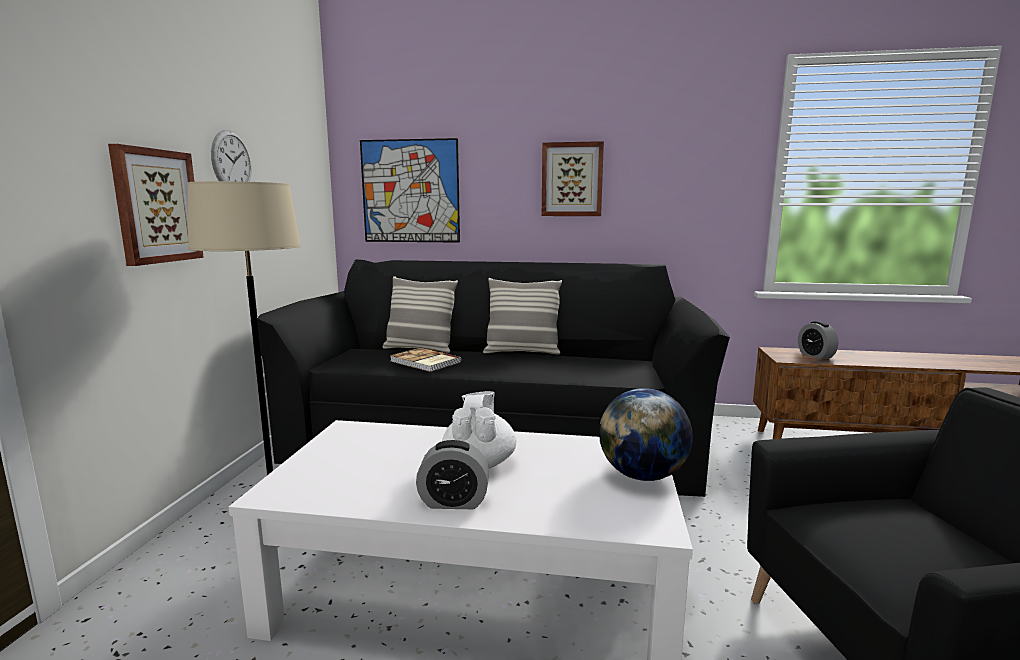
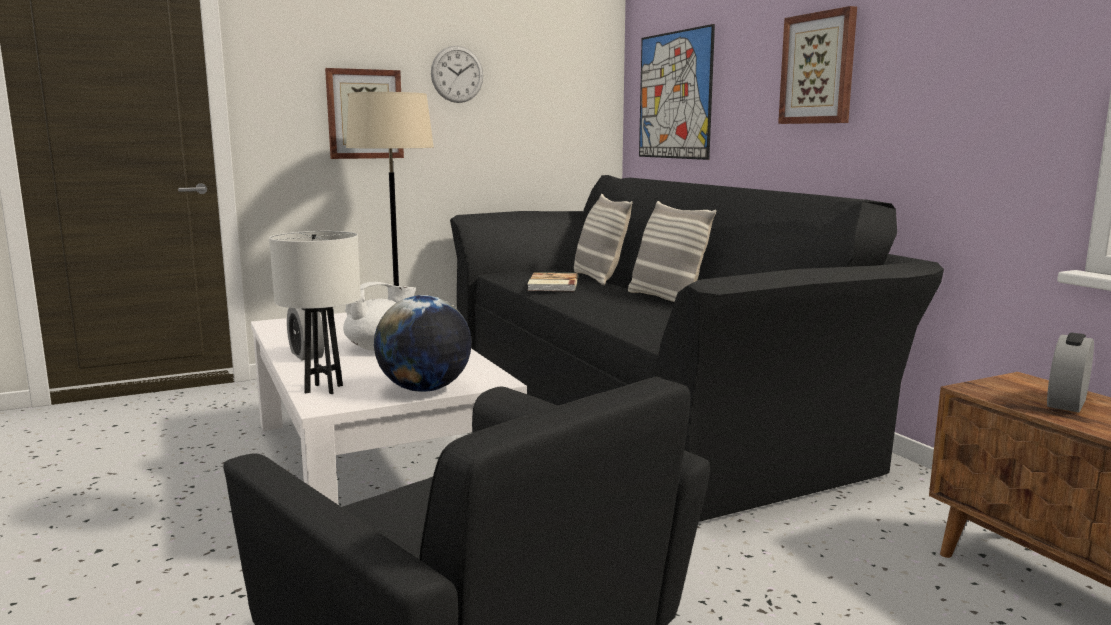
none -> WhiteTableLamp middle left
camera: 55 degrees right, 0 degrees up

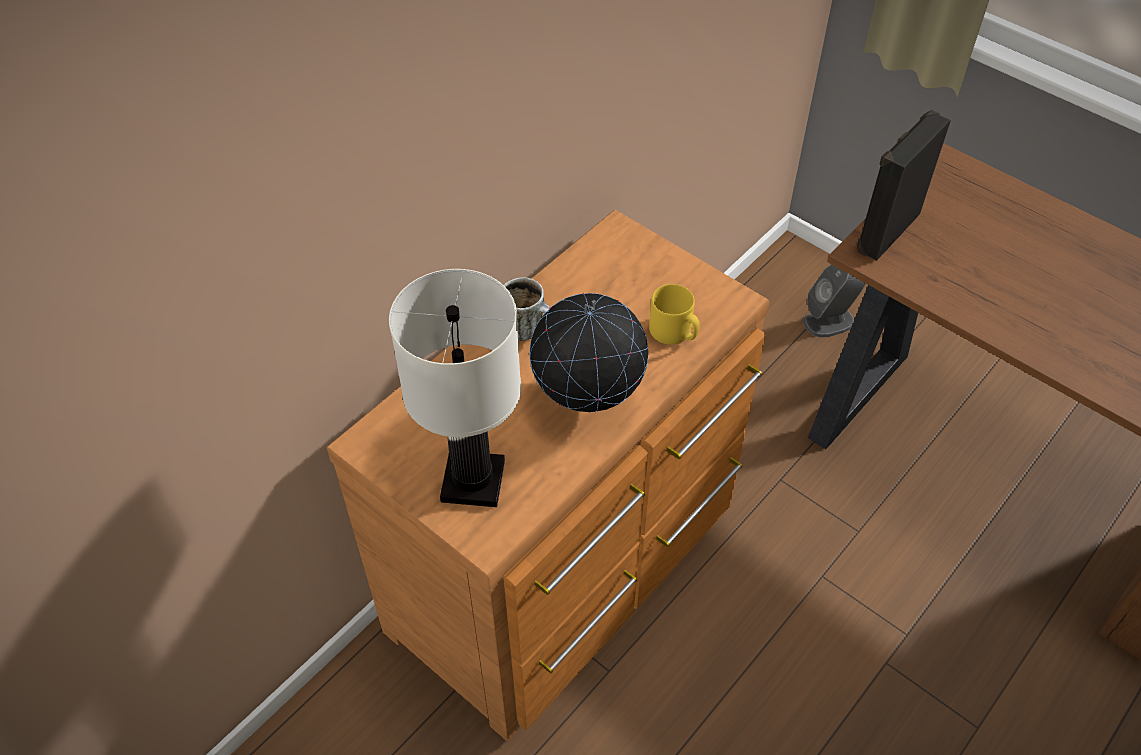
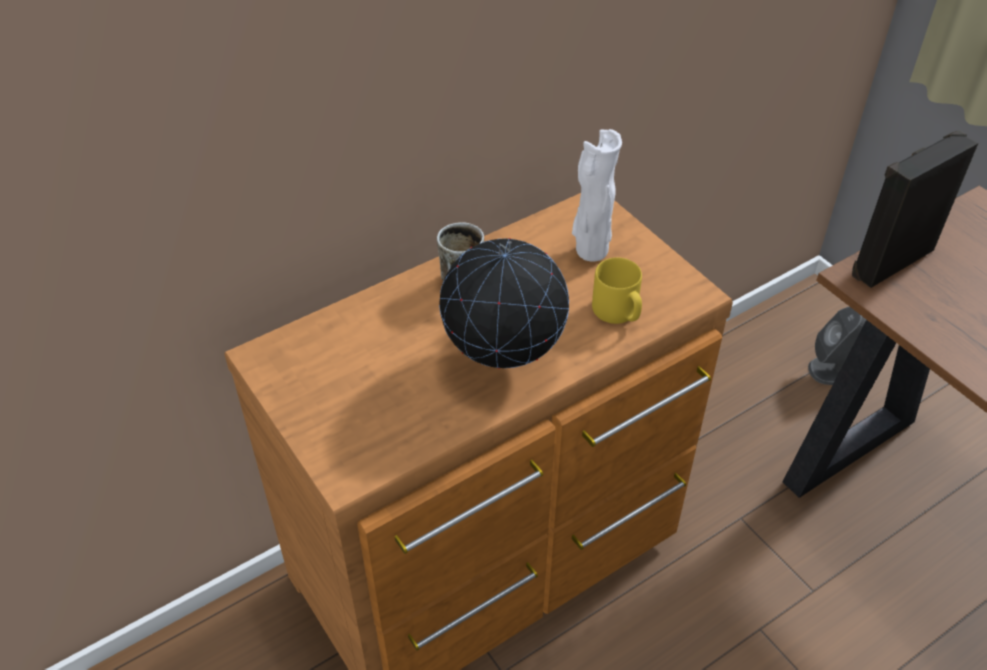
WhiteTableLamp centre -> none
none -> WhiteVase top centre
camera: 15 degrees right, 5 degrees down

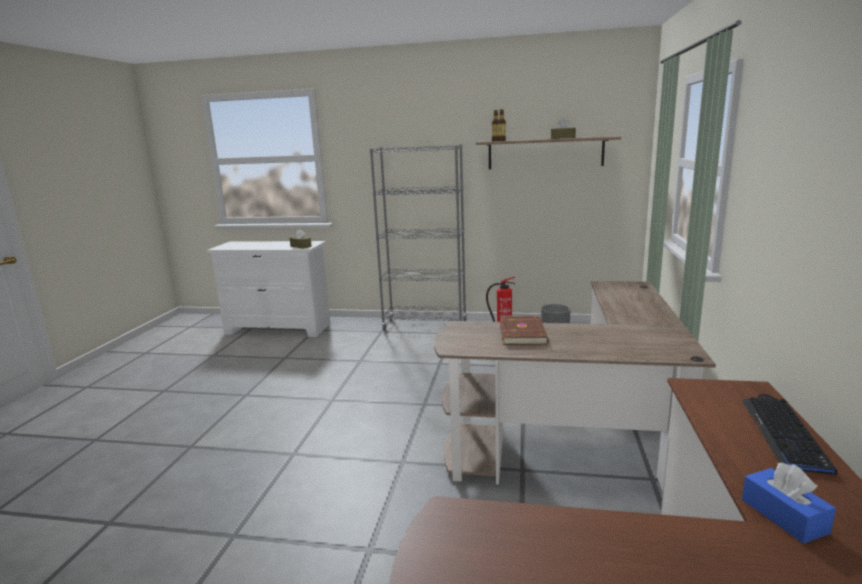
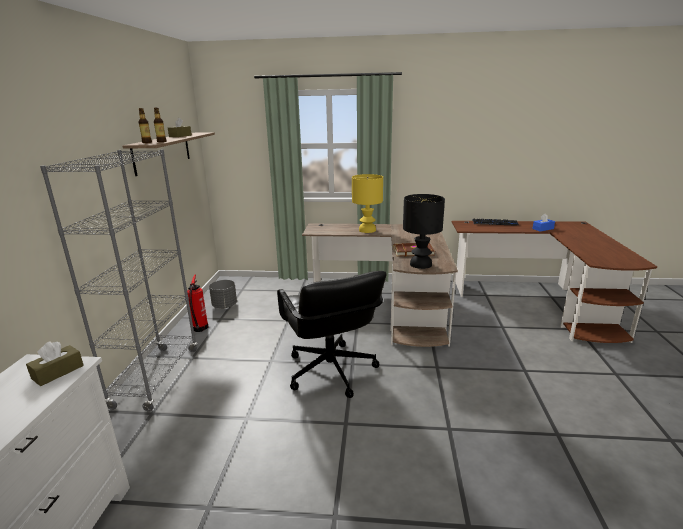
none -> BlackOfficeChair centre
none -> YellowTableLamp centre
none -> BlackTableLamp centre
camera: 95 degrees left, 5 degrees up

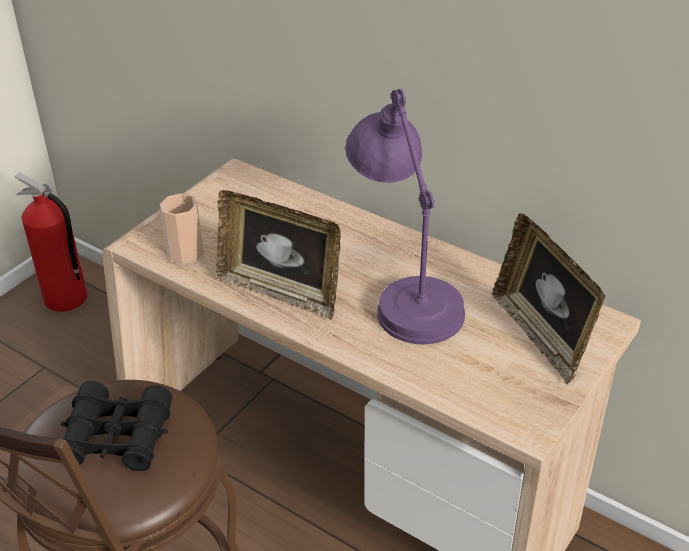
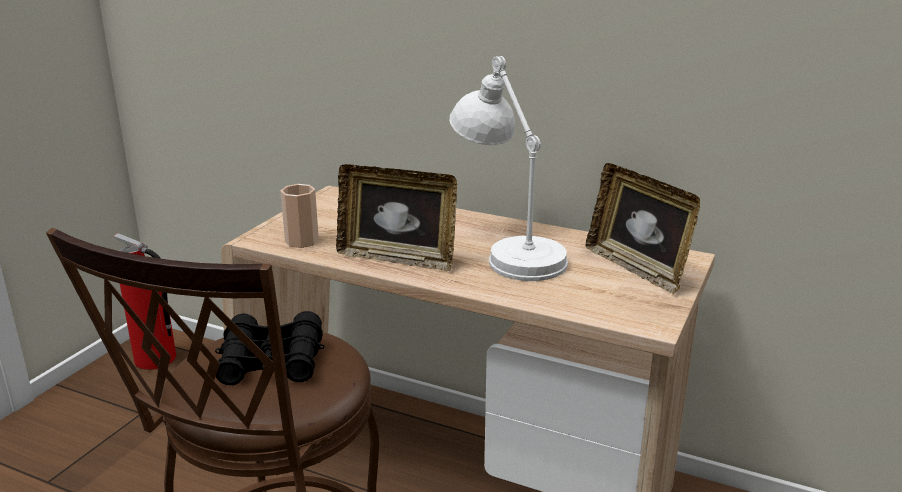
PurpleTableLamp centre -> WhiteTableLamp centre
camera: 10 degrees left, 15 degrees down

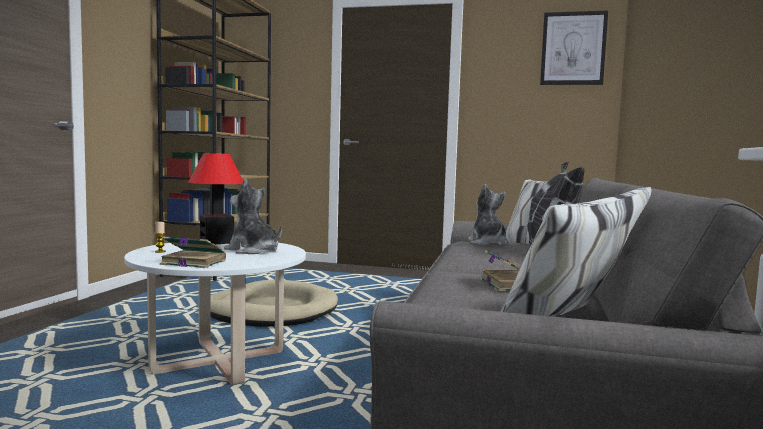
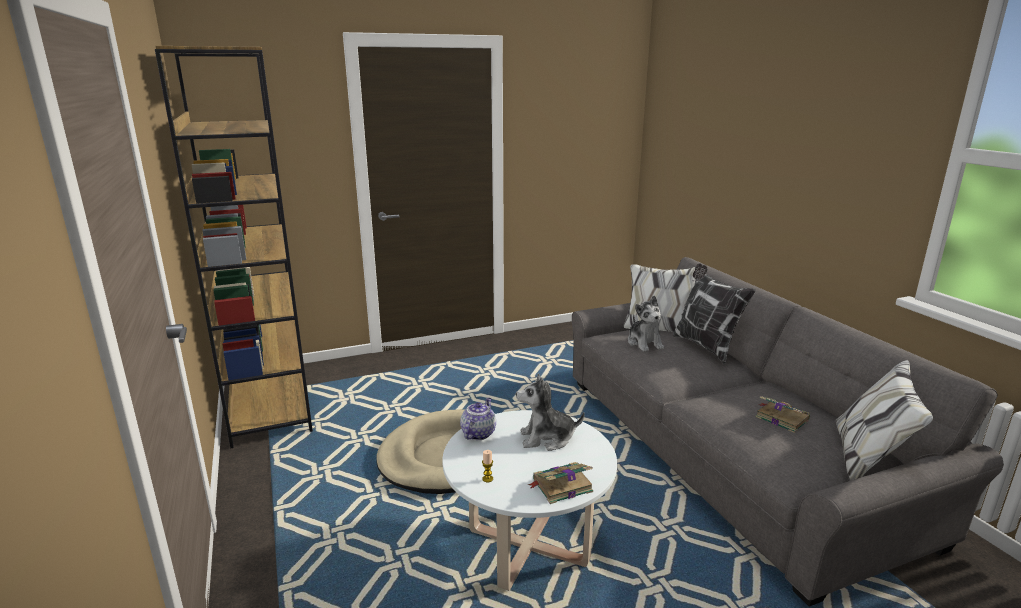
Picture top right -> none
TableLamp middle left -> Teapot bottom centre
PlushToy (no. 2 from left) centre, 150 degrees counterclockwise
camera: 35 degrees left, 15 degrees up

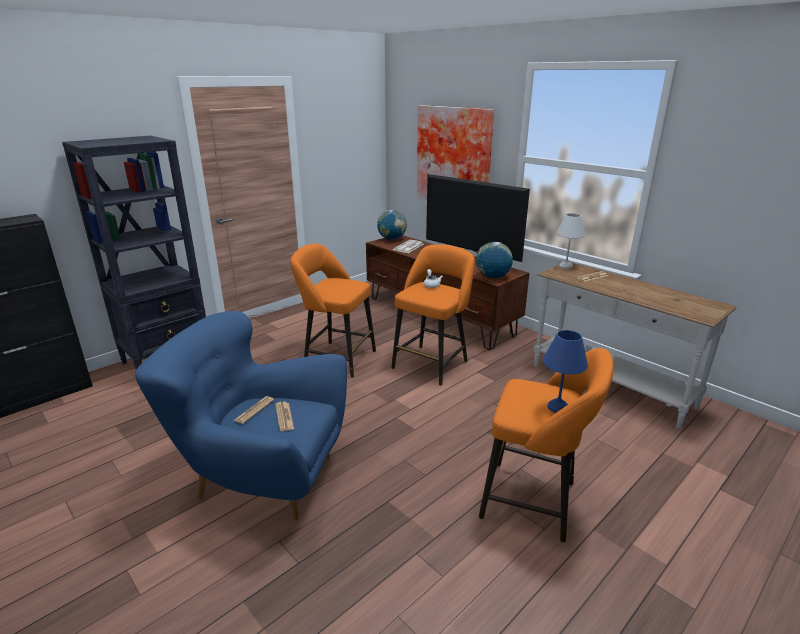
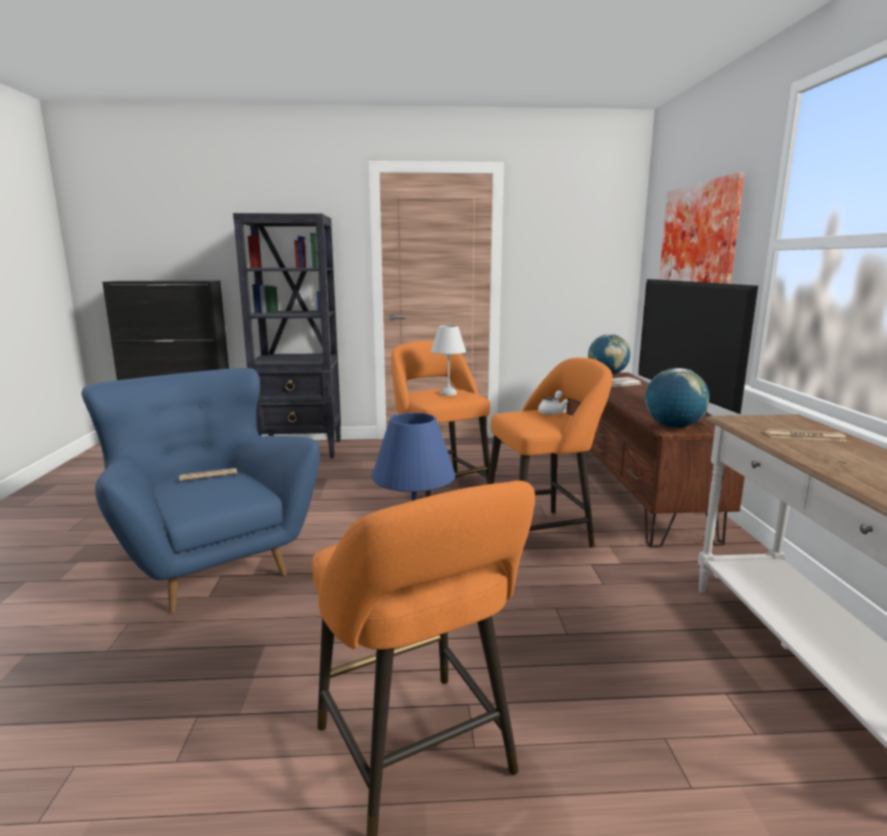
Newspaper (no. 2 from left) centre -> none
WhiteTableLamp middle right -> WhiteTableLamp centre, shifted
camera: 40 degrees right, 10 degrees down

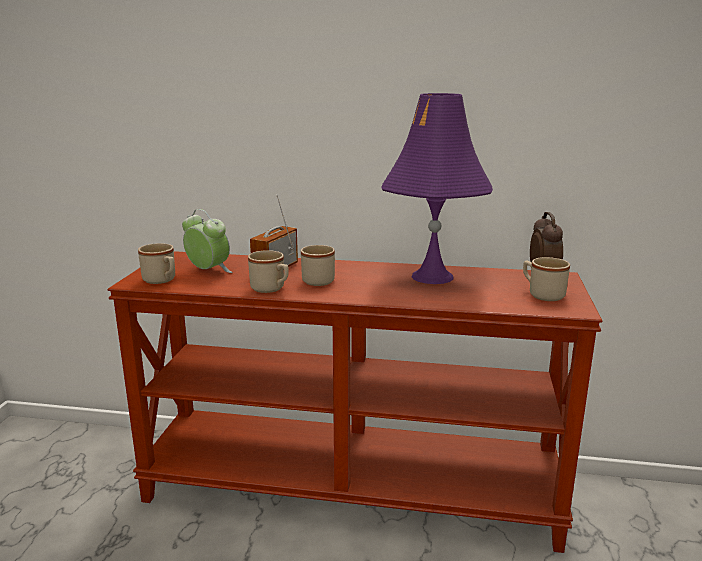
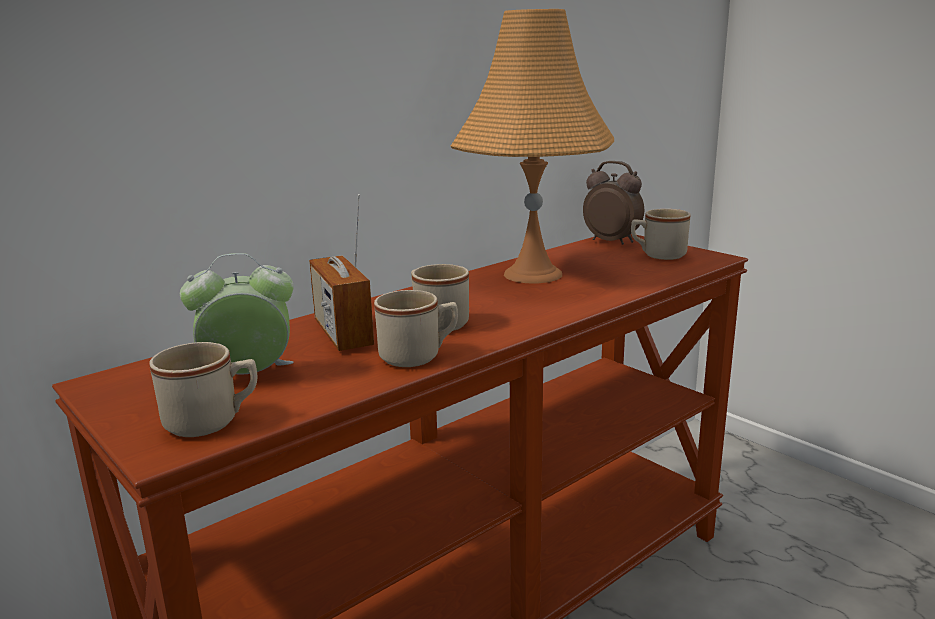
PurpleTableLamp centre -> OrangeTableLamp top centre
camera: 50 degrees left, 0 degrees up

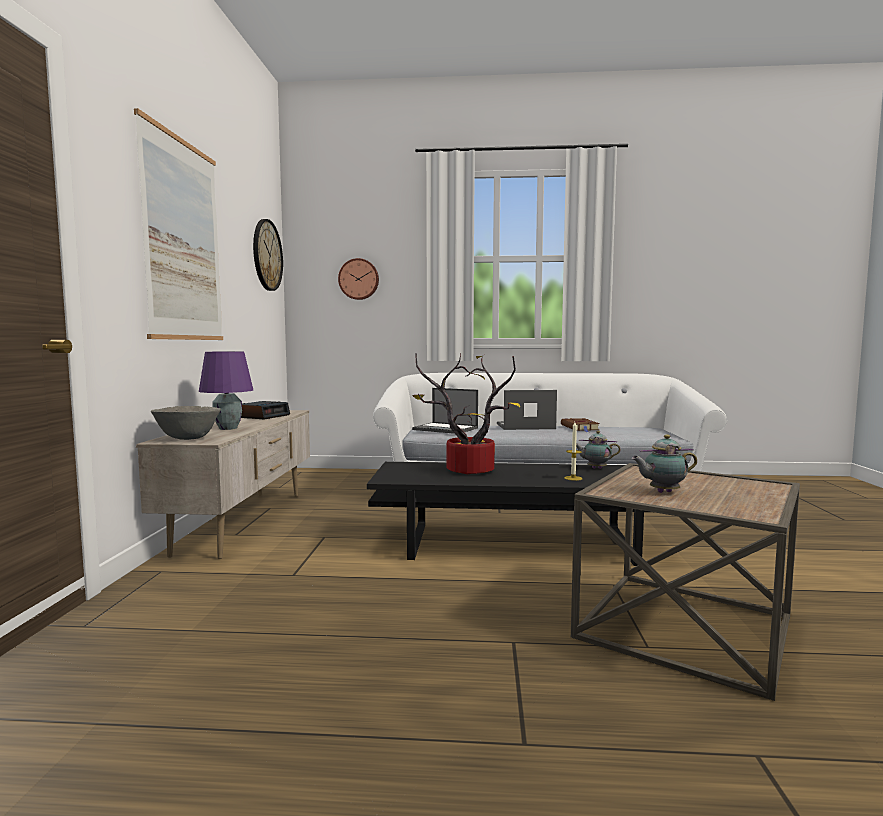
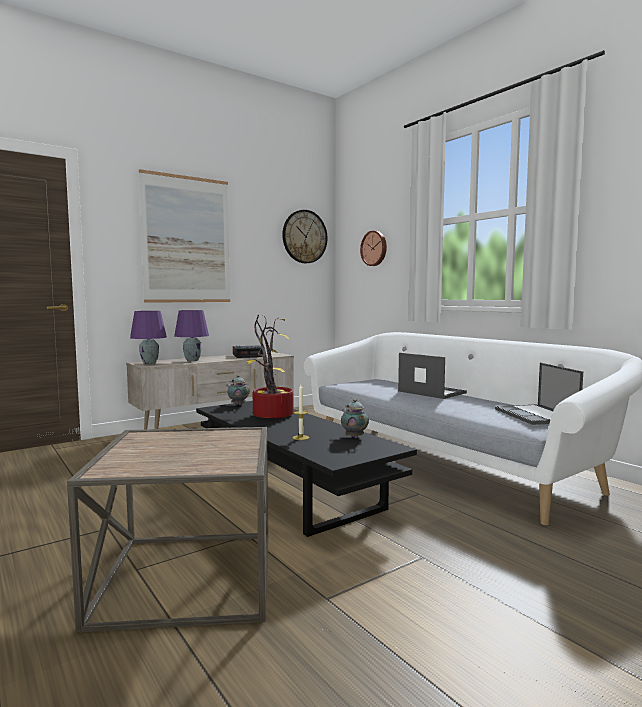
BrownBook centre -> none
Laptop (no. 1 from left in the first image) centre -> Laptop (no. 2 from left) middle right, shifted
Teapot (no. 2 from left in the first image) middle right -> Teapot (no. 1 from left) centre, shifted
GreyBowl middle left -> PurpleTableLamp (no. 1 from left) middle left
camera: 50 degrees right, 0 degrees up

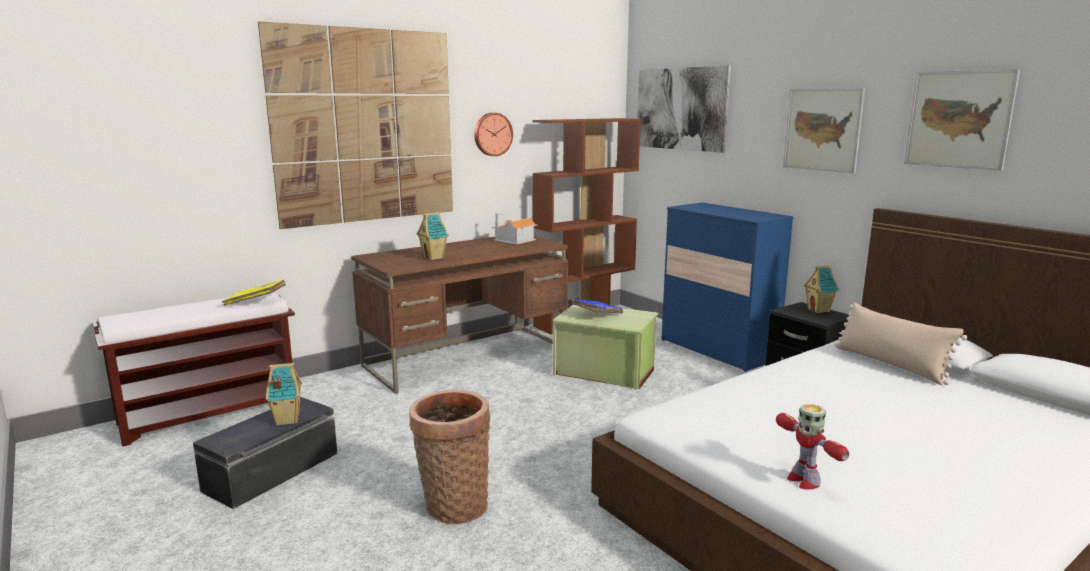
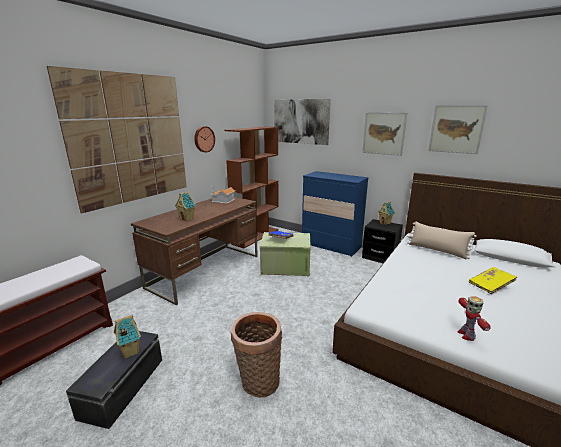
YellowBook middle left -> YellowBook middle right, shifted
ToyRobot bottom right, 45 degrees clockwise
camera: 20 degrees left, 5 degrees up

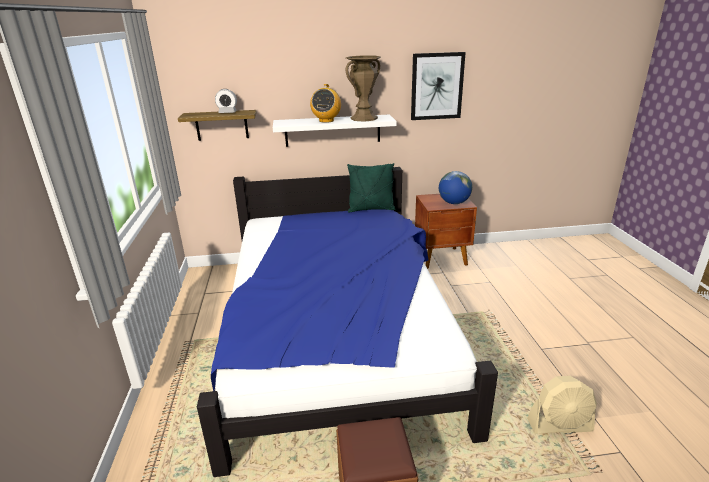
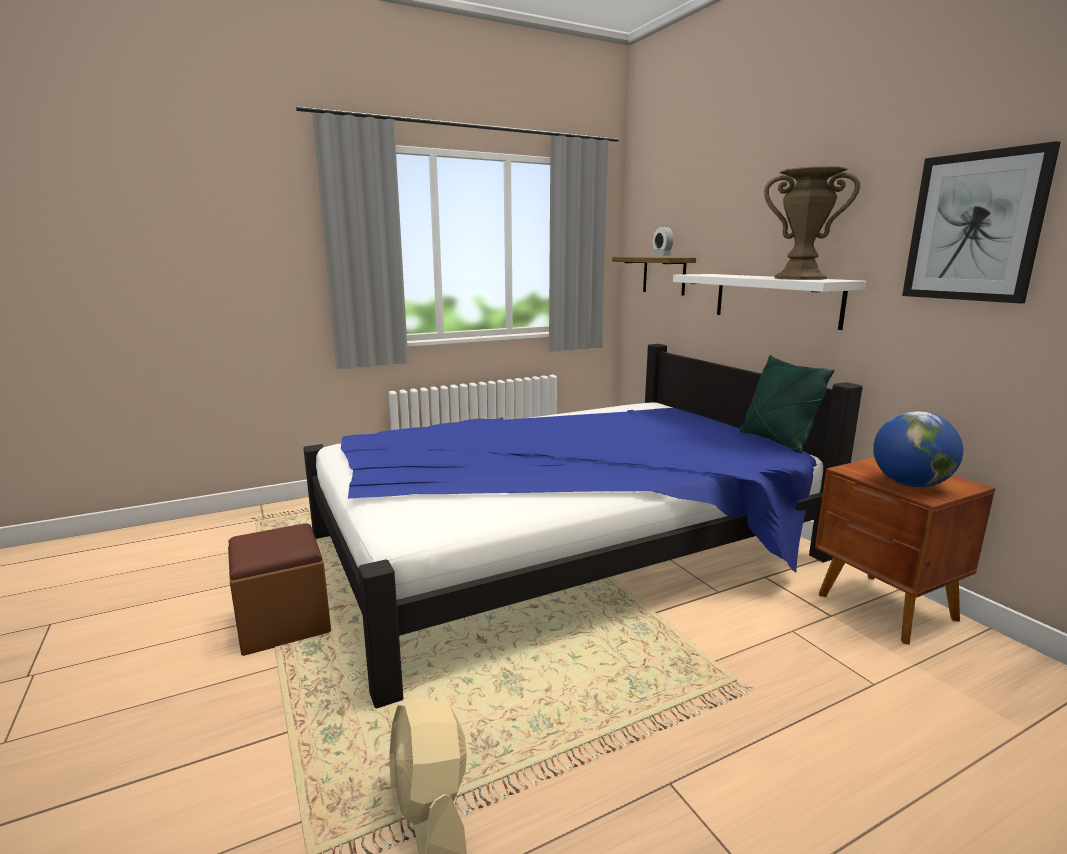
Radio top centre -> none
camera: 70 degrees right, 10 degrees down

